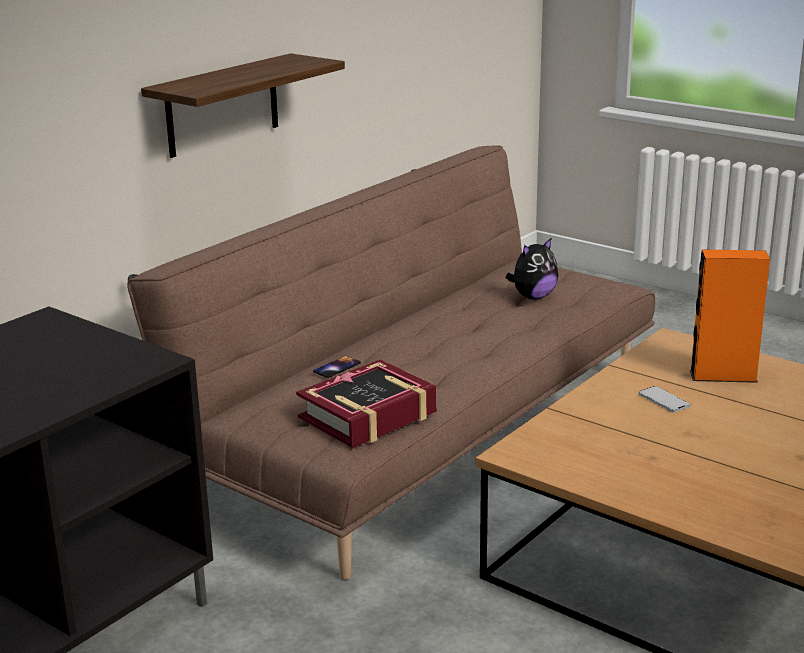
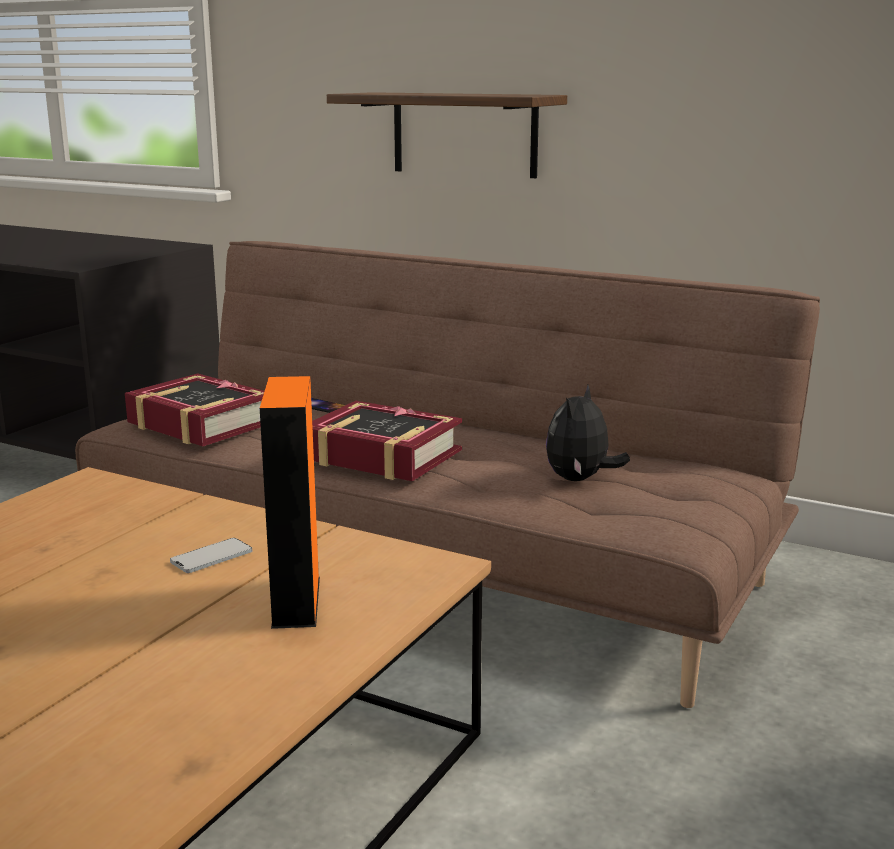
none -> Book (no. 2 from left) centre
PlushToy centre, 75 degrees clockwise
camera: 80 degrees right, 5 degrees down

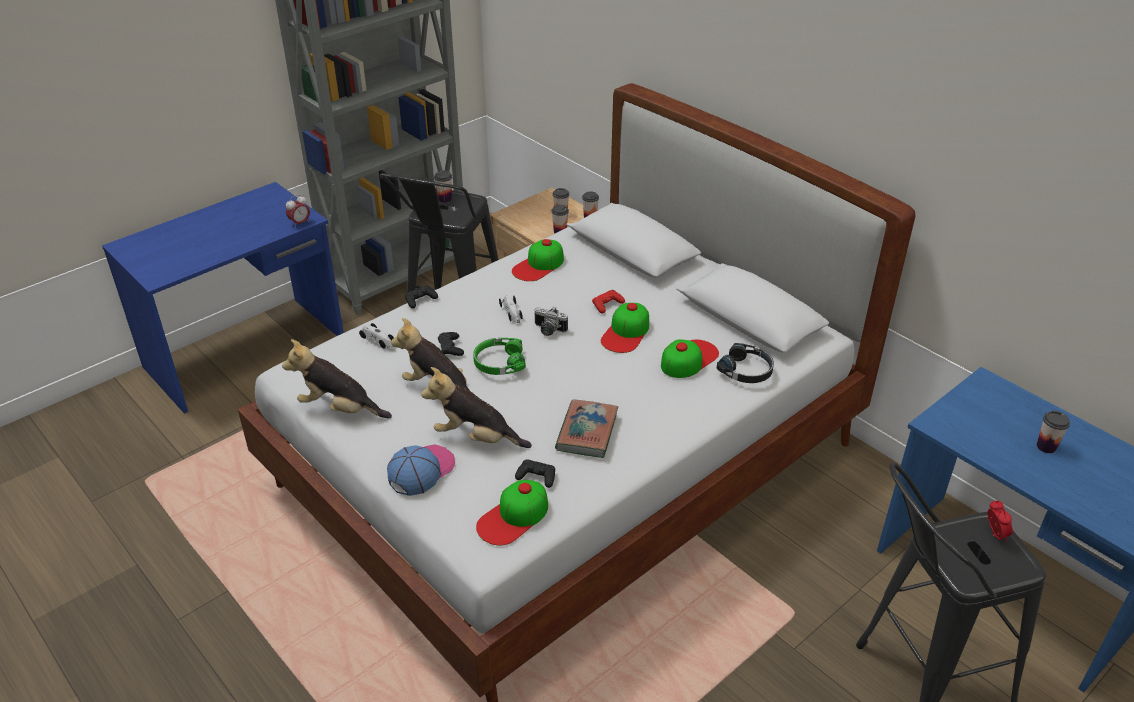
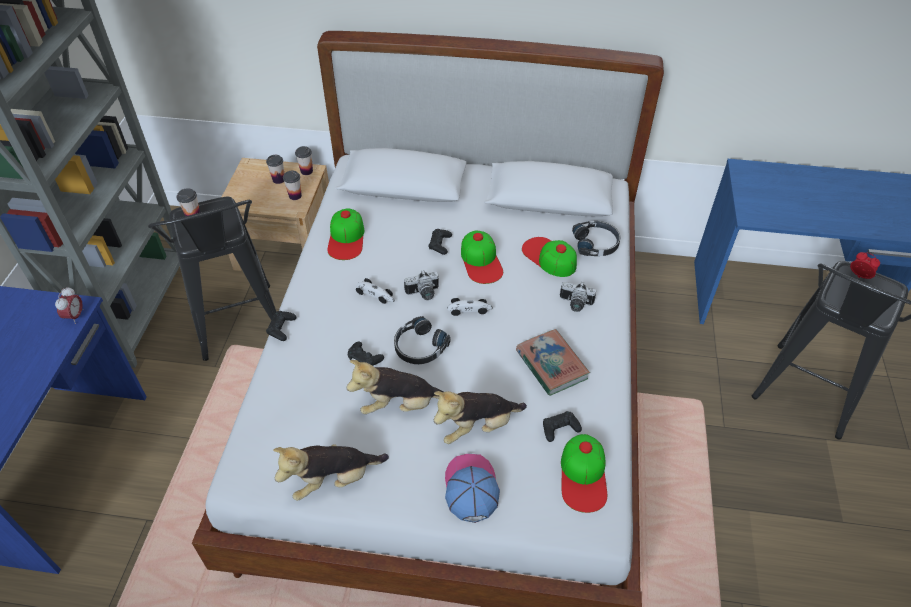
Cup (no. 5 from left) middle right -> none
none -> PhotoCamera (no. 2 from left) centre
ToyCar (no. 1 from left in the first image) middle left -> ToyCar (no. 2 from left) centre, shifted
GreenHeadphones centre -> BlackHeadphones (no. 1 from left) centre
RedGameController centre -> BlackGameController (no. 3 from left) centre
Cap (no. 5 from left in the first image) centre -> Cap (no. 4 from left) centre, 45 degrees counterclockwise
camera: 40 degrees left, 10 degrees up

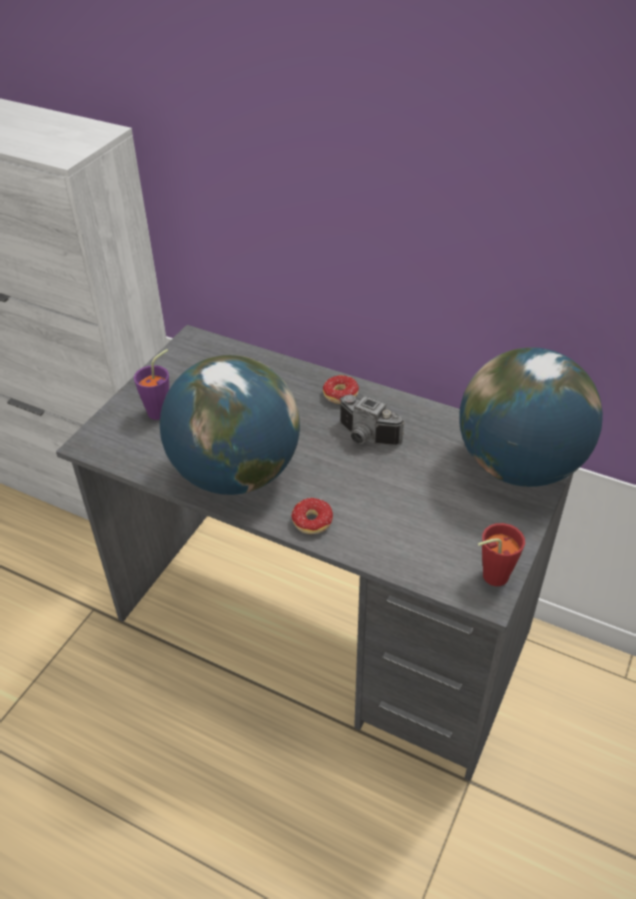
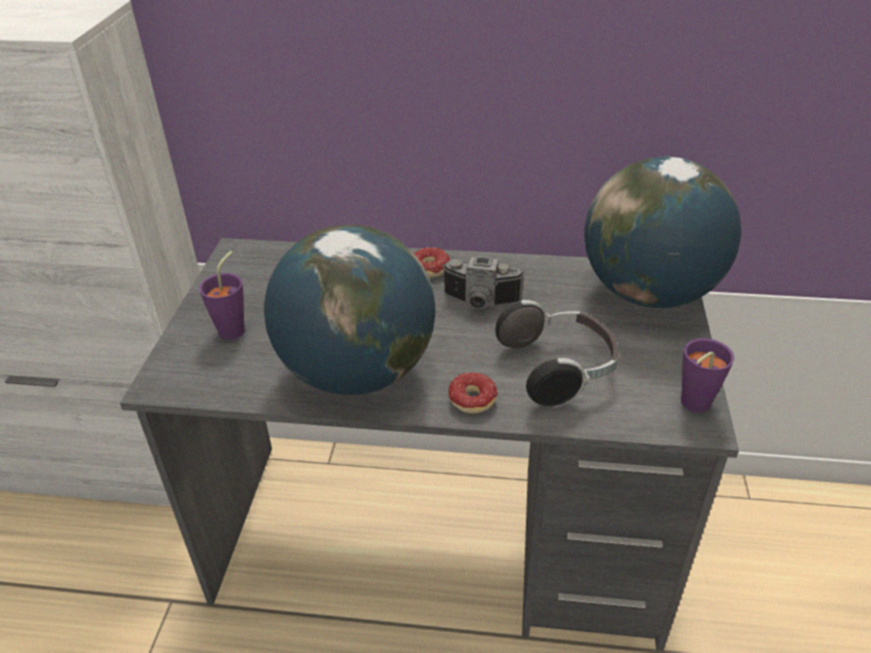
none -> Headphones centre
RedCup middle right -> PurpleCup (no. 2 from left) middle right
camera: 20 degrees left, 5 degrees down

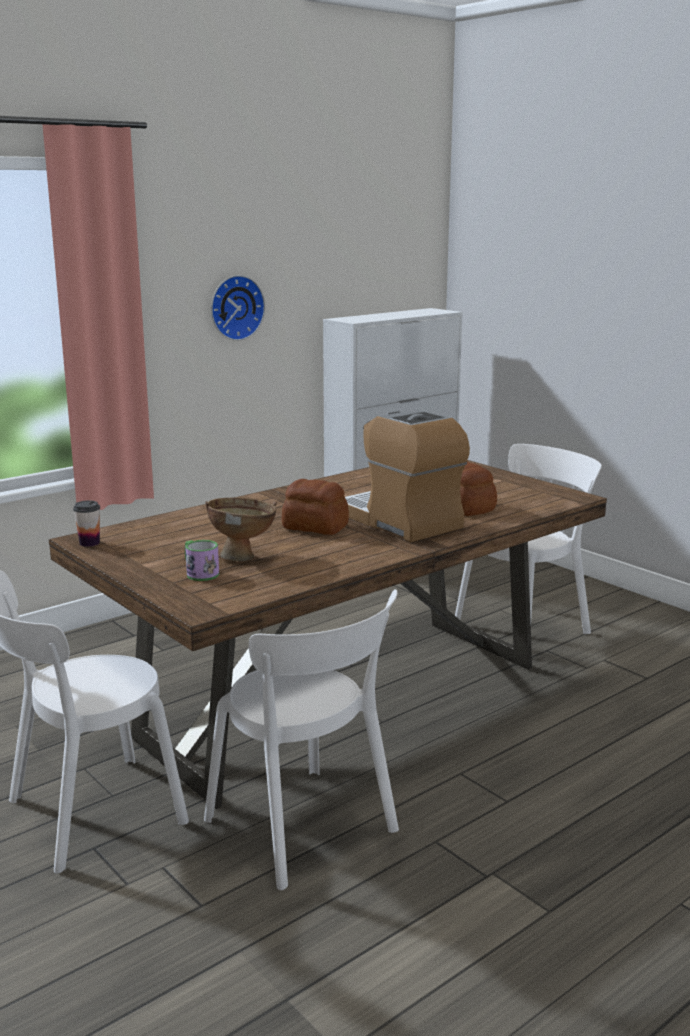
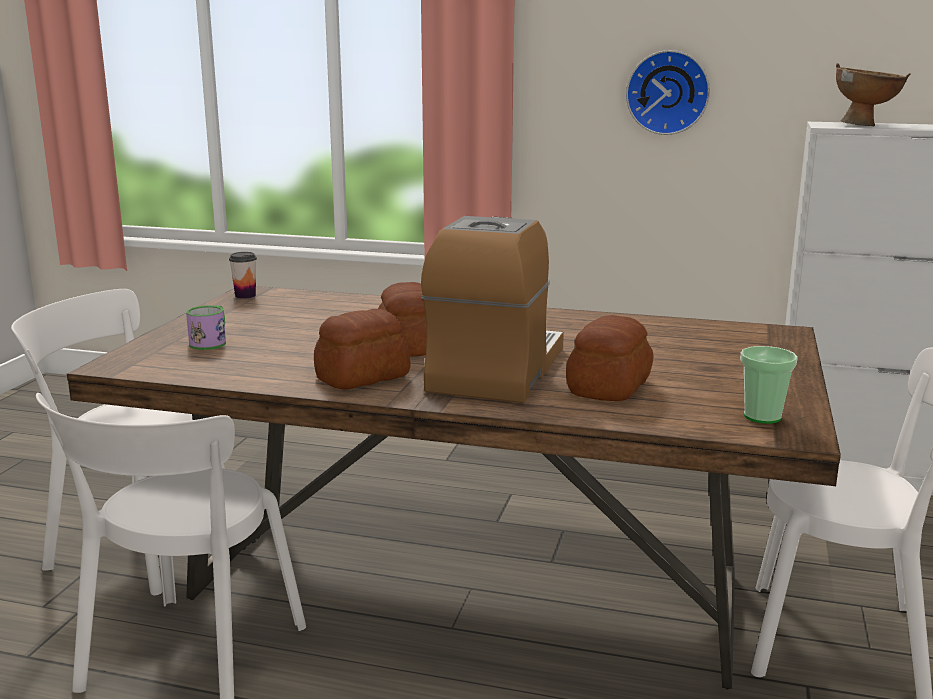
none -> Bread (no. 1 from left) centre
none -> Cup (no. 2 from left) middle right
BrownBowl centre -> BrownBowl top right, shifted
camera: 55 degrees right, 0 degrees up

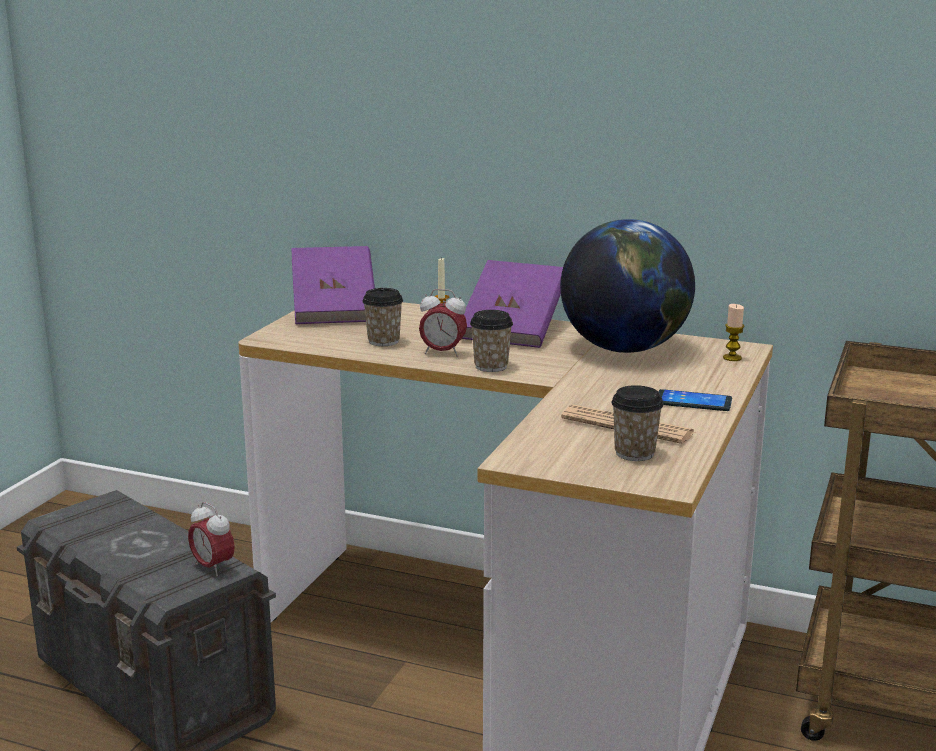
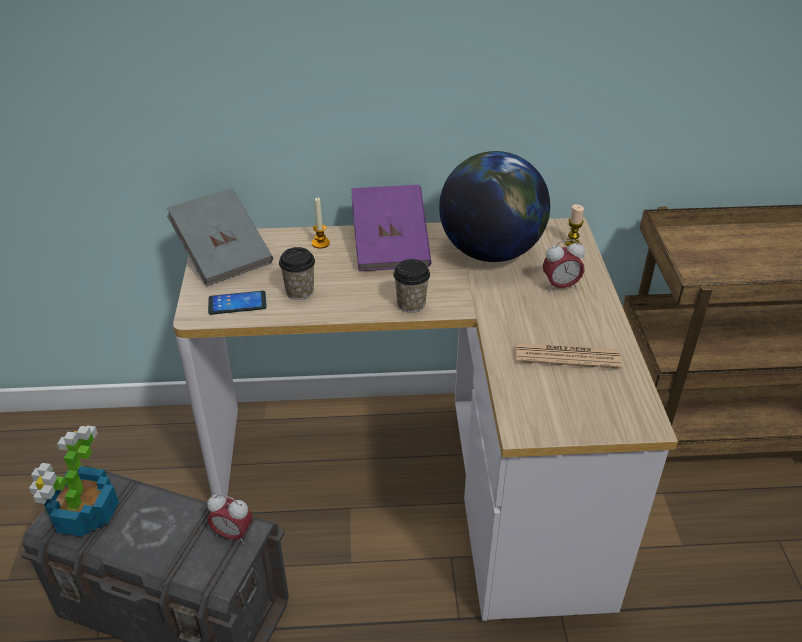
Cup (no. 3 from left) middle right -> none
none -> PottedPlant bottom left
AlarmClock (no. 2 from left) centre -> AlarmClock (no. 2 from left) middle right, shifted
Phone middle right -> Phone middle left, shifted
PurpleBook (no. 1 from left) centre -> GreyBook middle left
camera: 25 degrees left, 20 degrees up

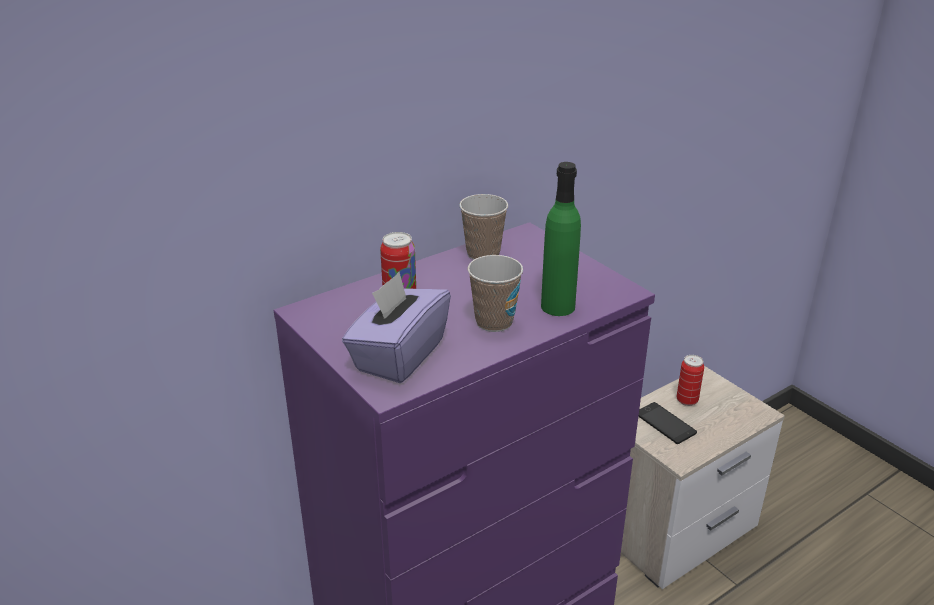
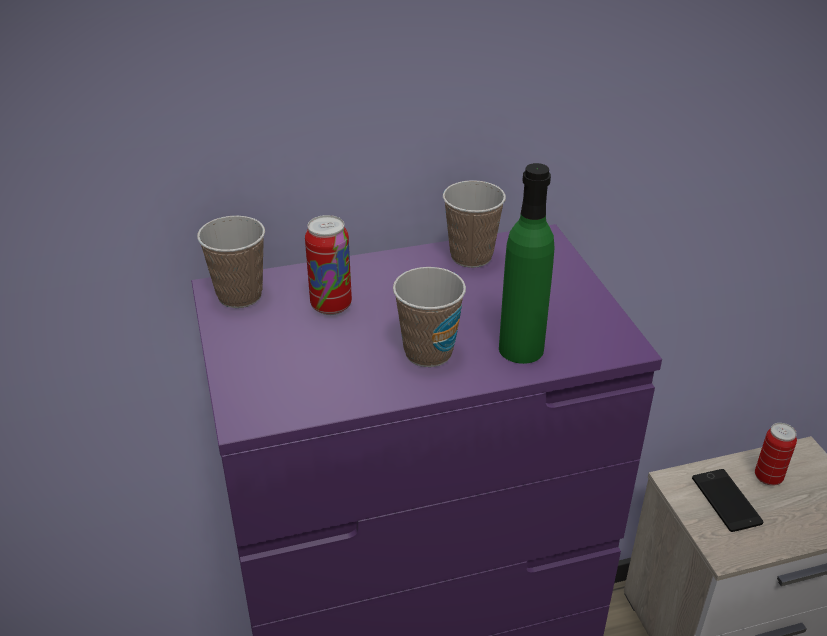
PurpleTissueBox centre -> none
none -> Cup (no. 1 from left) middle left
camera: 20 degrees right, 5 degrees up

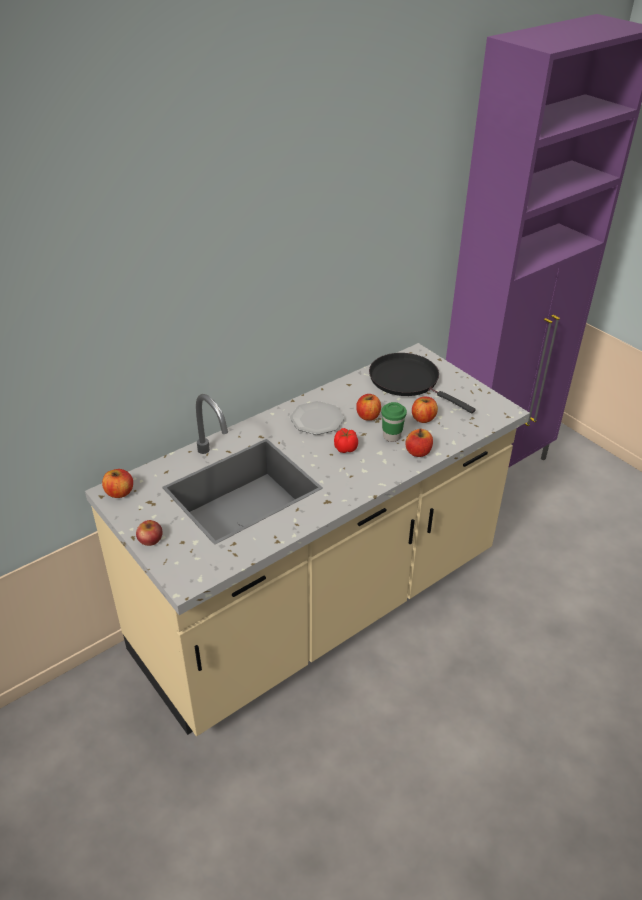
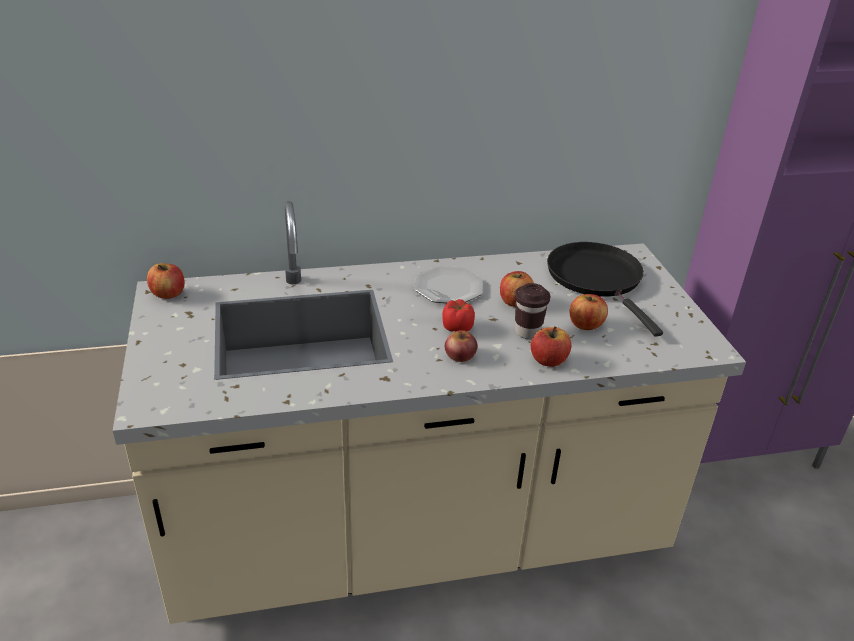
Apple (no. 2 from left) middle left -> Apple (no. 2 from left) centre, shifted
GreenCup centre -> BrownCup centre
camera: 25 degrees right, 5 degrees down

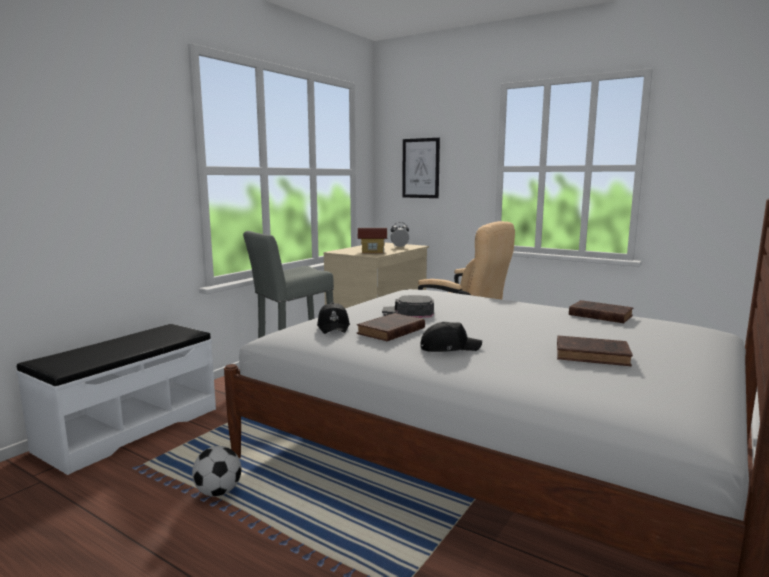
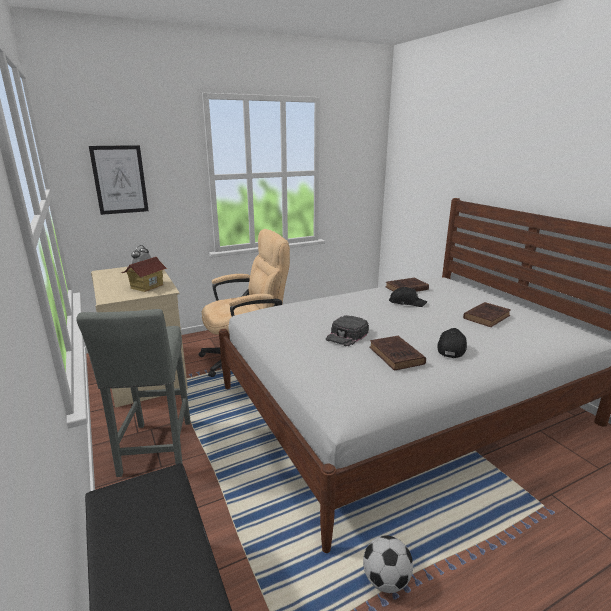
BlackCap (no. 1 from left in the first image) centre -> BlackCap (no. 2 from left) middle right, shifted
camera: 60 degrees left, 10 degrees up

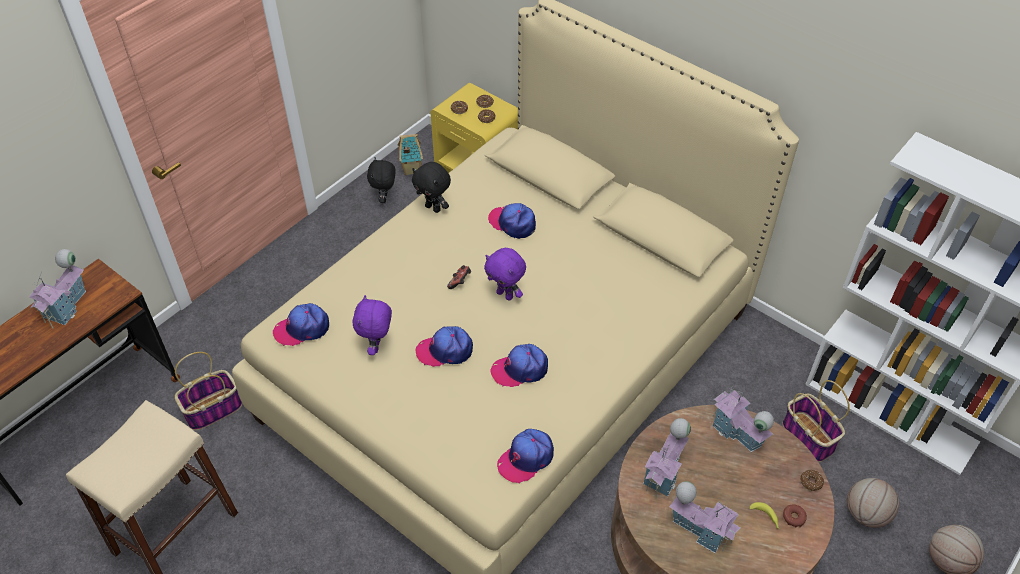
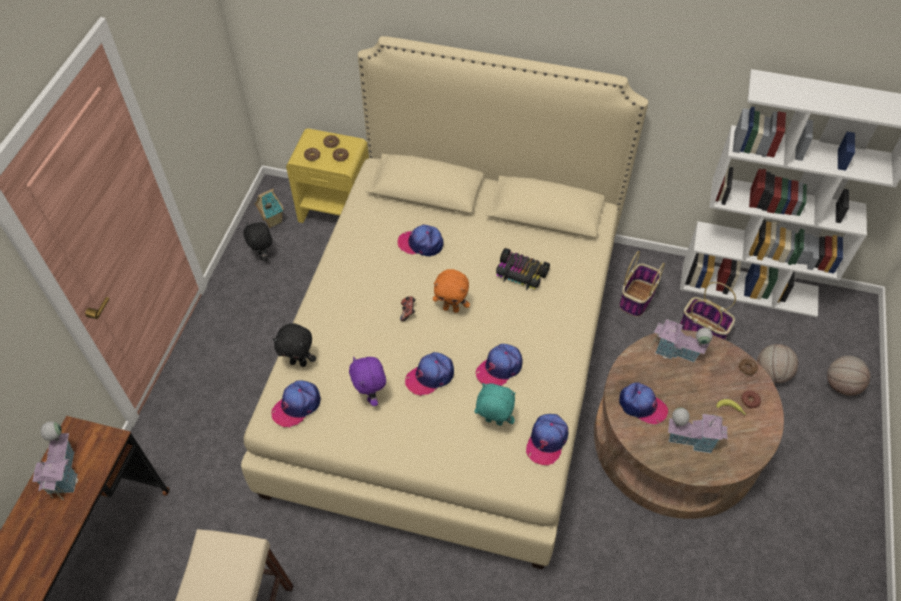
none -> TurquoisePlushToy bottom centre
none -> ToyCar centre
Basket (no. 1 from left) bottom left -> Basket (no. 1 from left) middle right, shifted
BlackPlushToy (no. 2 from left) top centre -> BlackPlushToy (no. 2 from left) middle left, shifted
ToyHouse (no. 3 from left) bottom centre -> Cap (no. 6 from left) bottom right
PurplePlushToy (no. 2 from left) centre -> OrangePlushToy centre
camera: 25 degrees left, 5 degrees up

